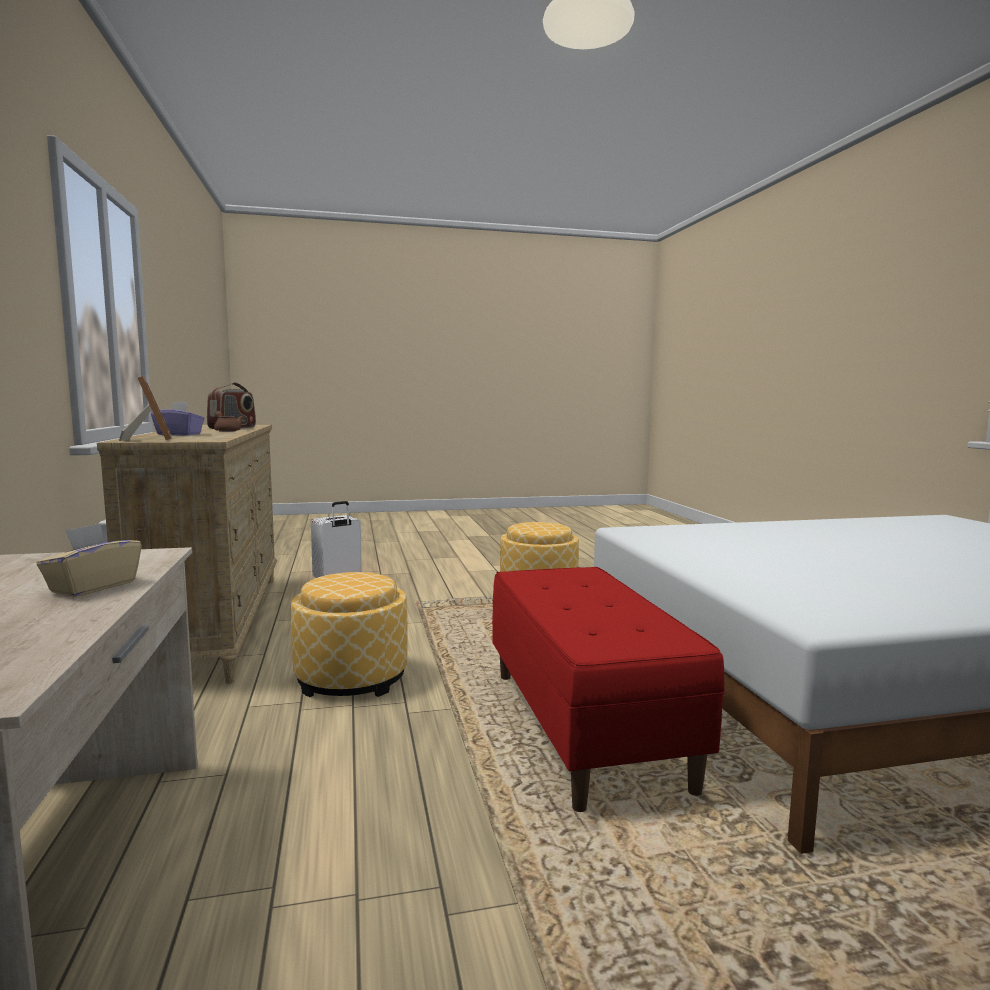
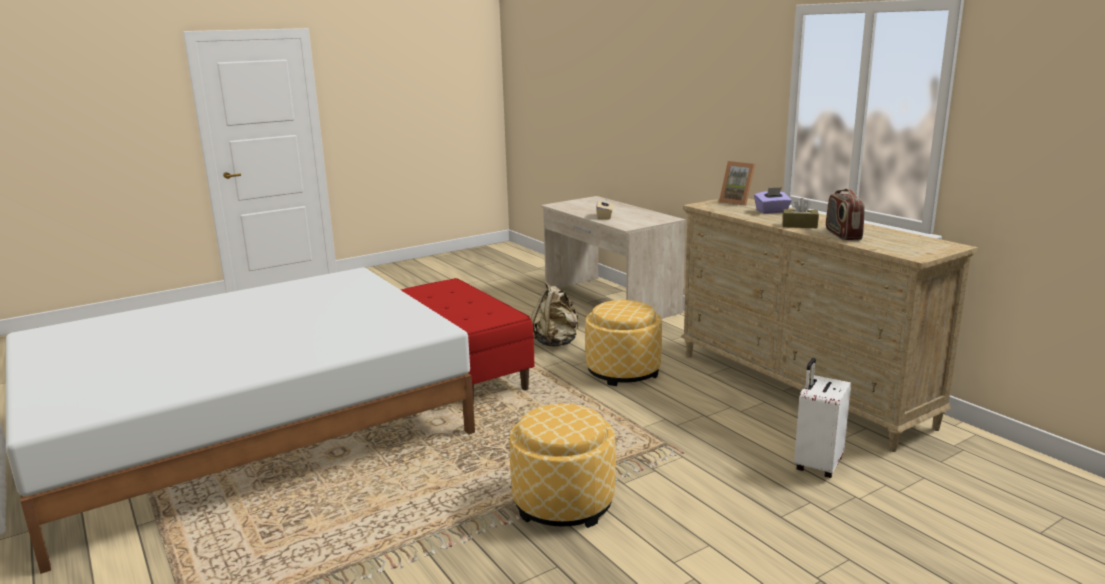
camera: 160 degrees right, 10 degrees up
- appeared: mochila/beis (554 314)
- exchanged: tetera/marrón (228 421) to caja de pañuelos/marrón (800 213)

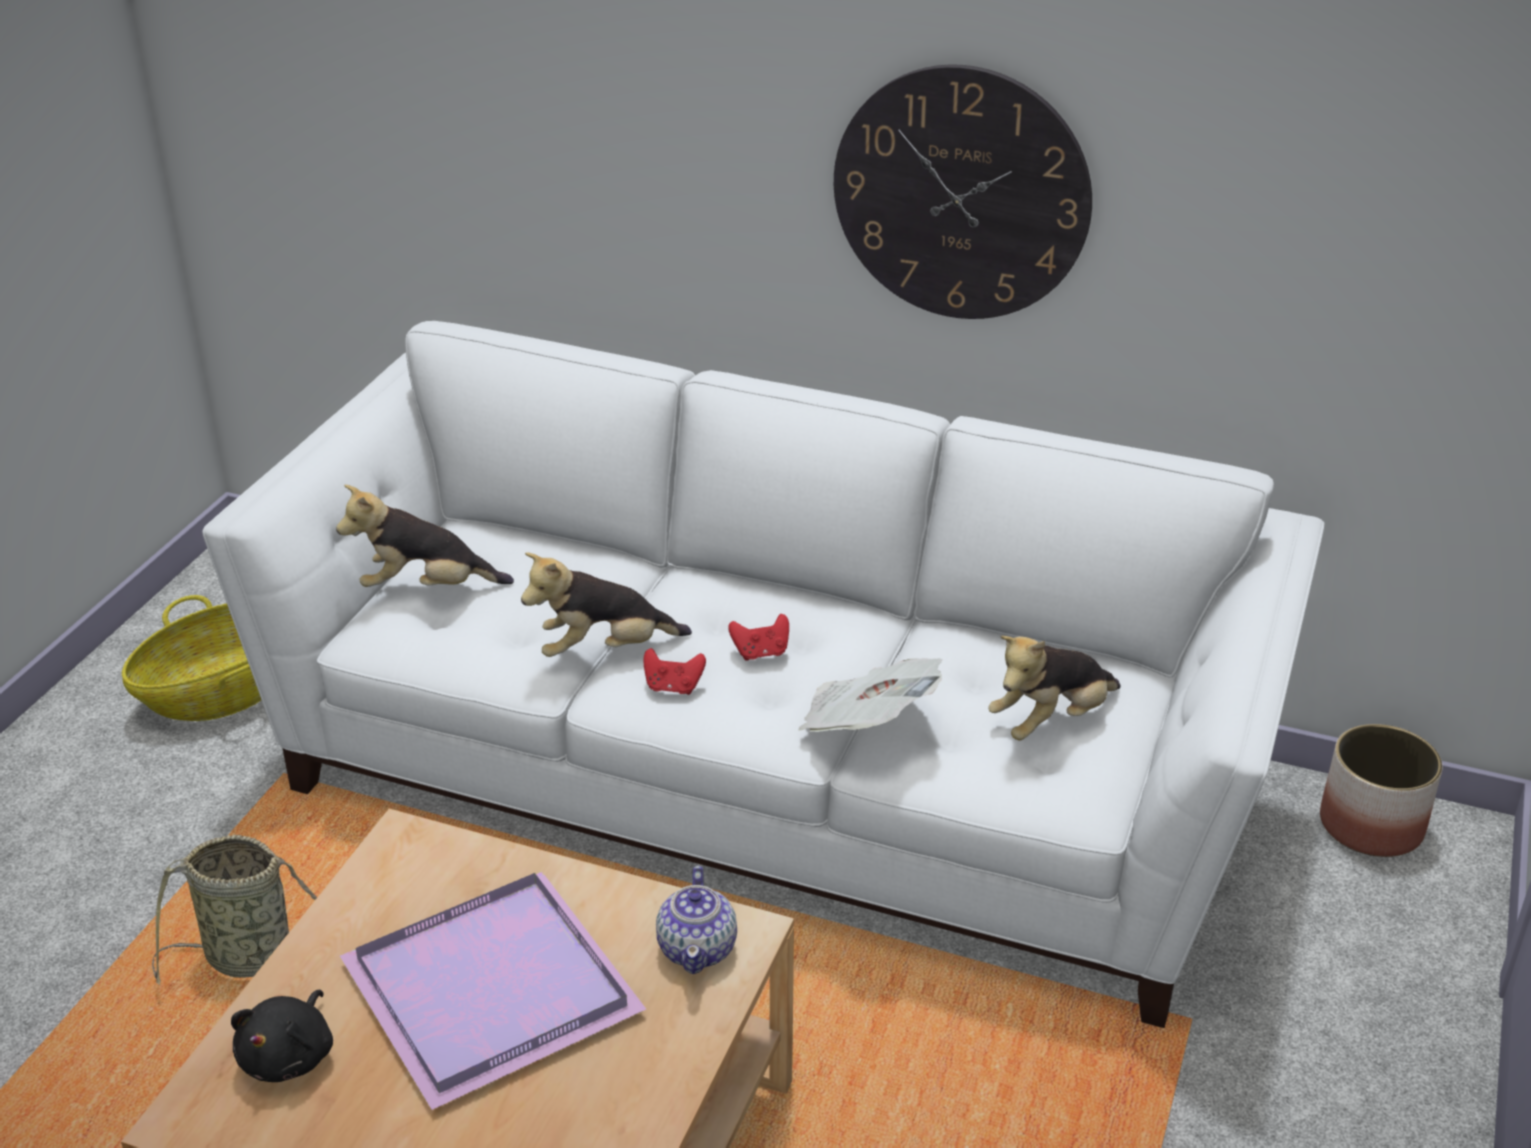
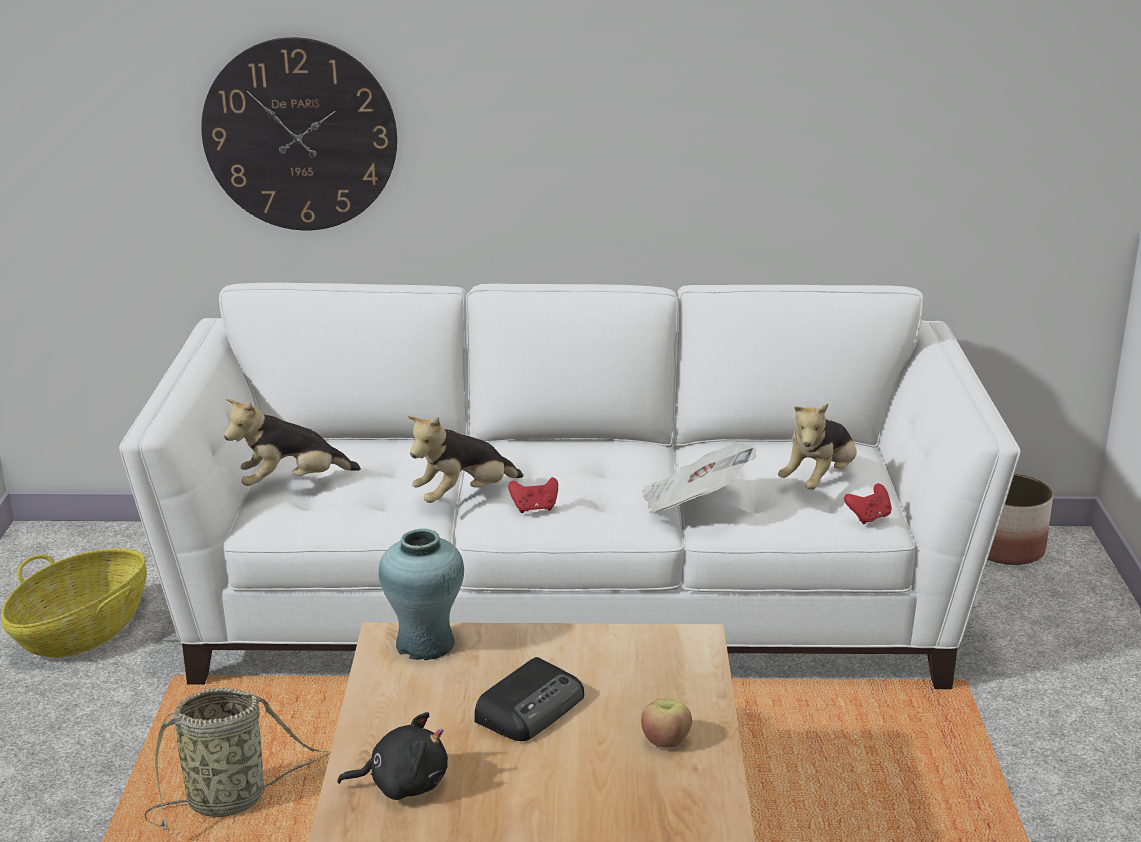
camera: 20 degrees left, 10 degrees down
- relocated: reloj de pared (963 191) to (299 133)
- spun: peluche/negro (282 1036) = (392 756) 90 degrees counterclockwise
- appeared: florero/turquesa (421 594)
- exchanged: bandeja/morado (493 990) to radio (529 699)
- appeared: manzana (666 723)
- relocated: mando de consola/rojo (758 637) to (868 503)
- missing: tetera (696 920)

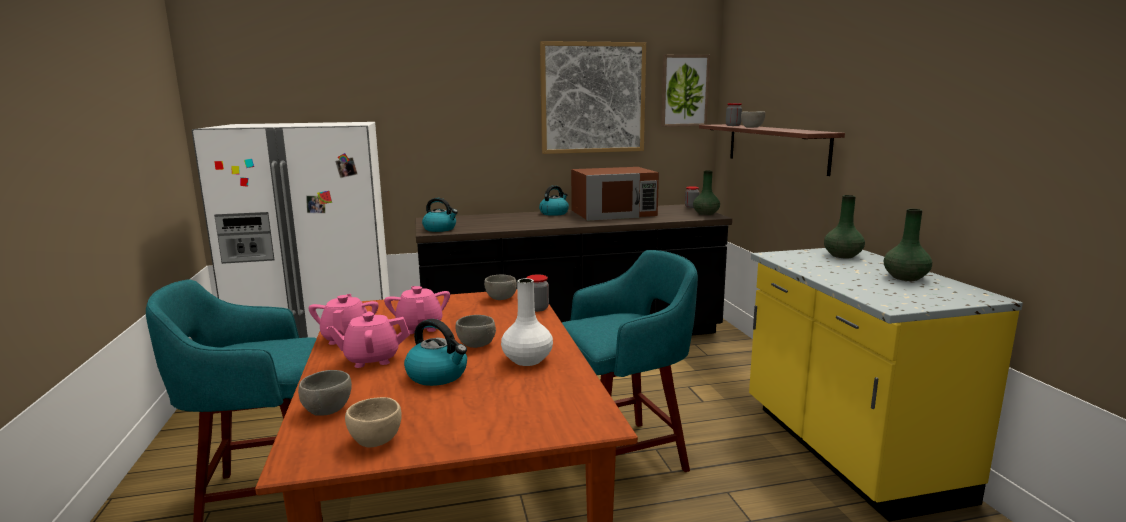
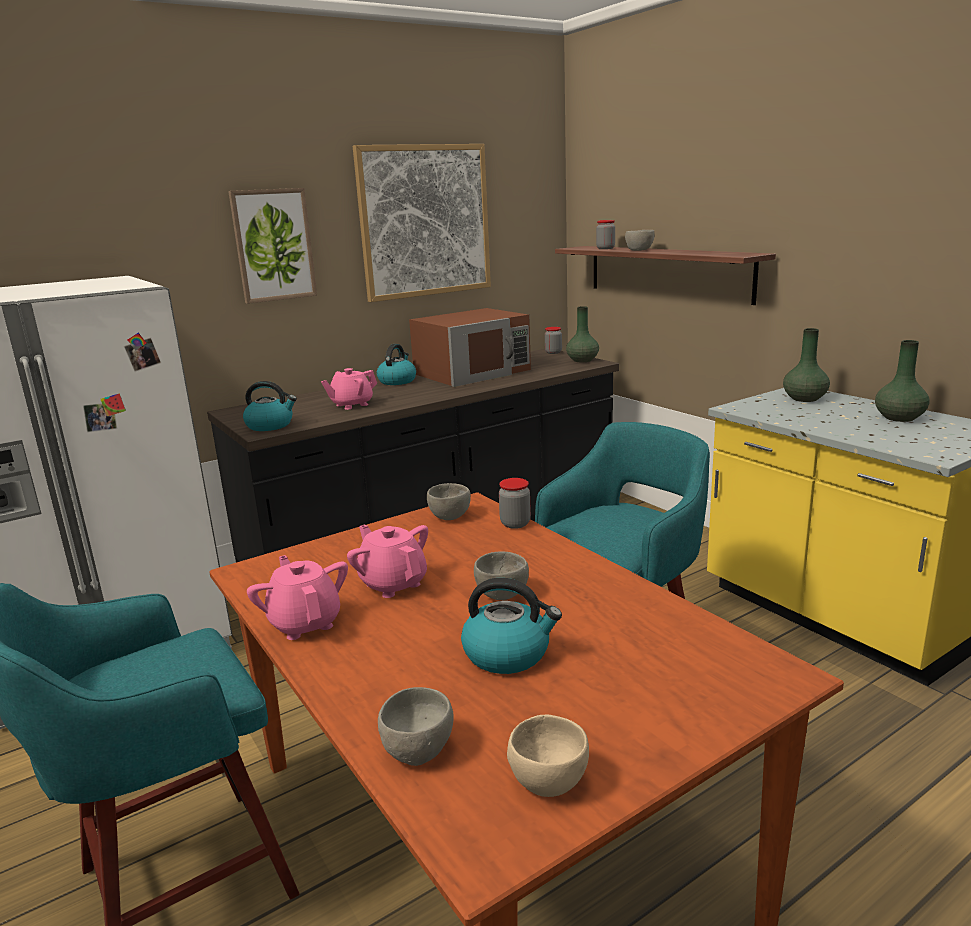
camera: 20 degrees left, 5 degrees up
- relocated: cuadro (685 91) to (272 246)
- relocated: tetera/rosa (368 339) to (349 389)
- missing: florero/blanco (527 322)

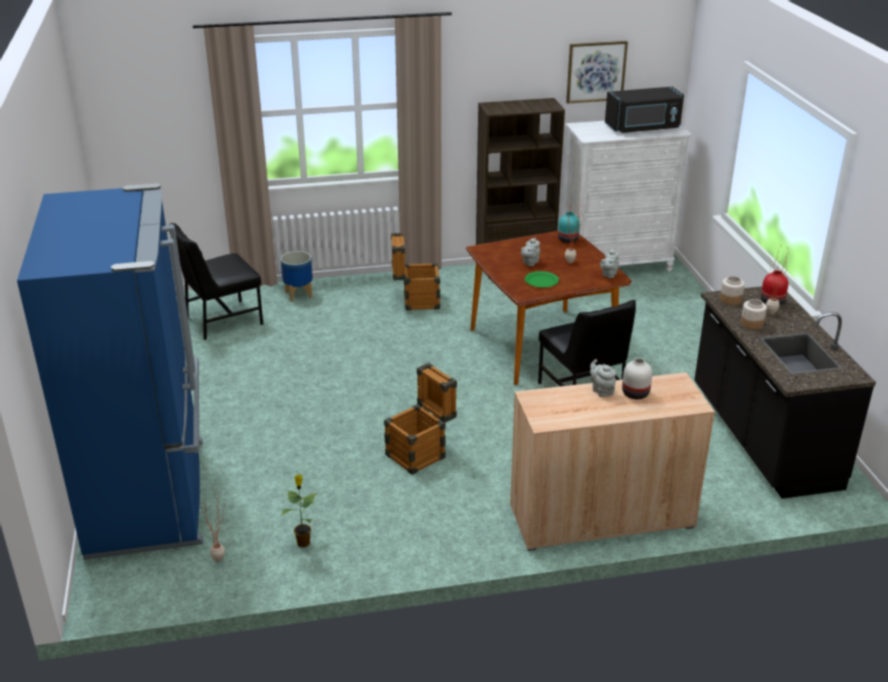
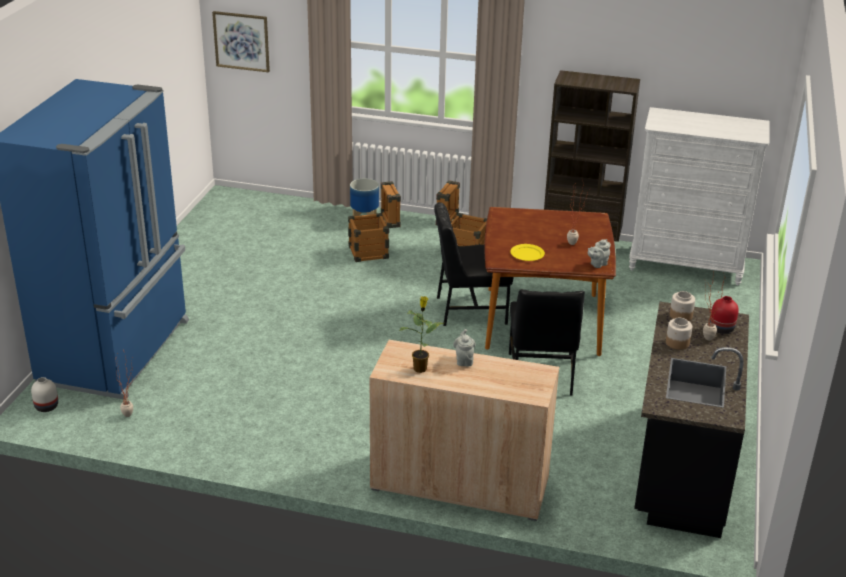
camera: 25 degrees right, 0 degrees up
- relocated: florero/blanco (637 378) to (44 394)
- relocated: cuadro (597 72) to (241 41)
- relocated: caja de embalaje (420 419) to (374 221)
- relocated: planta en maceta (299 511) to (421 334)
- relocated: silla/negro (216 281) to (473 264)
- colour: plato/verde (542 279) to plato/amarillo (527 252)
- missing: tetera/gris (530 251)
- missing: florero/turquesa (569 227)
- missing: microondas/negro (644 109)

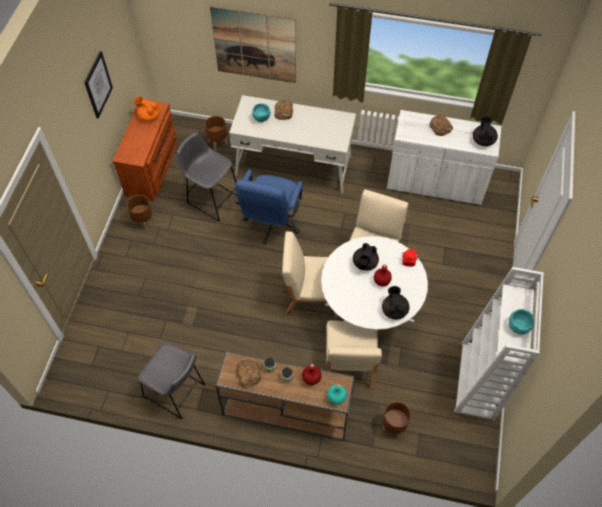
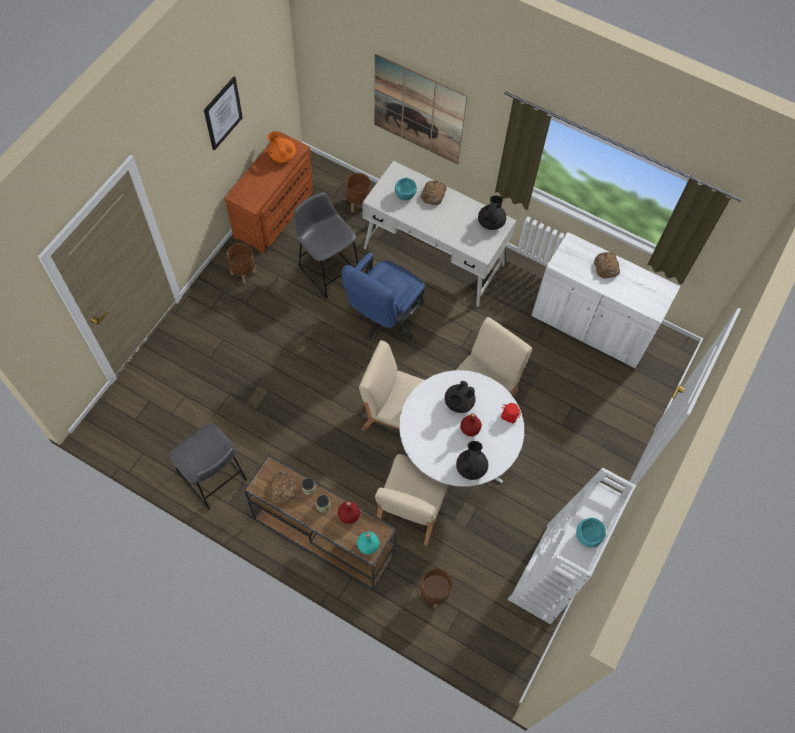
camera: 15 degrees right, 5 degrees up
- relocated: tetera/negro (485 131) to (492 213)

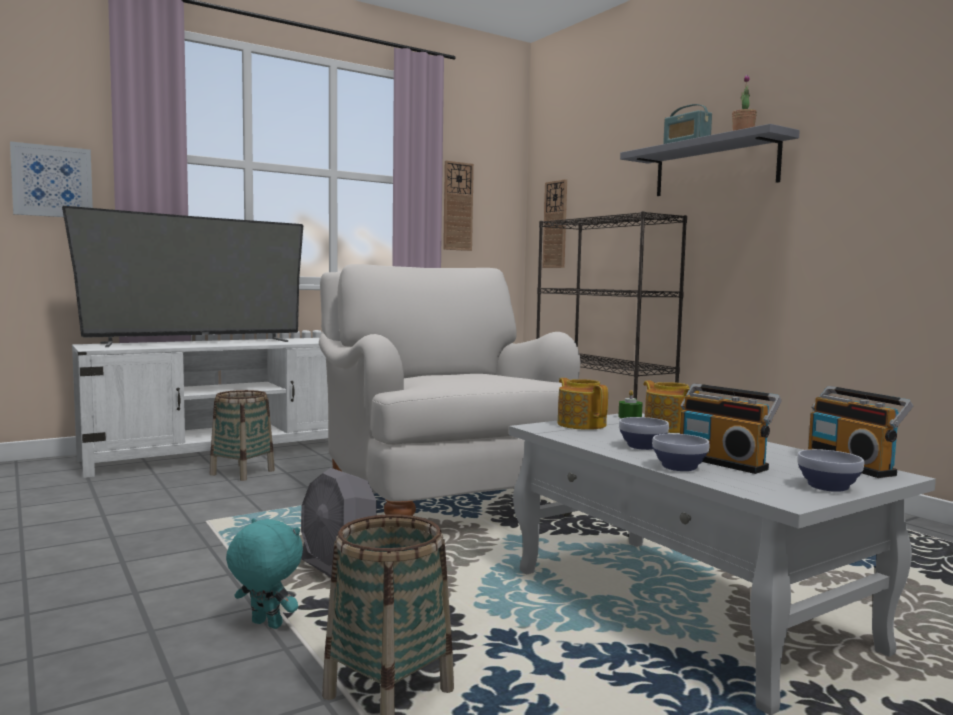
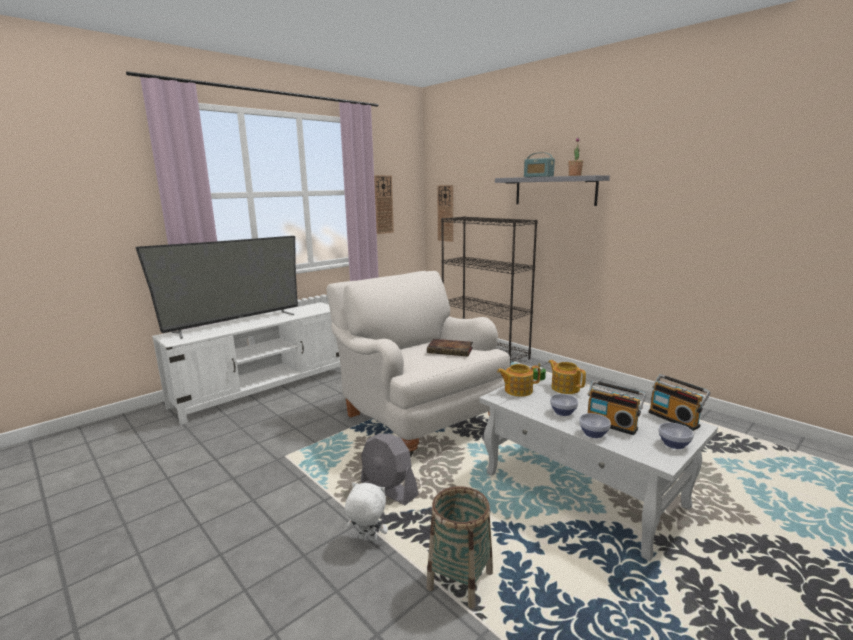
camera: 10 degrees left, 10 degrees up
- colour: peluche/turquesa (264 573) to peluche/blanco (366 512)
- appeared: libro (450 348)
- spun: tetera (582 404) = (518 380) 60 degrees counterclockwise
- missing: cuadro (51 179)
- missing: cesta (242 435)

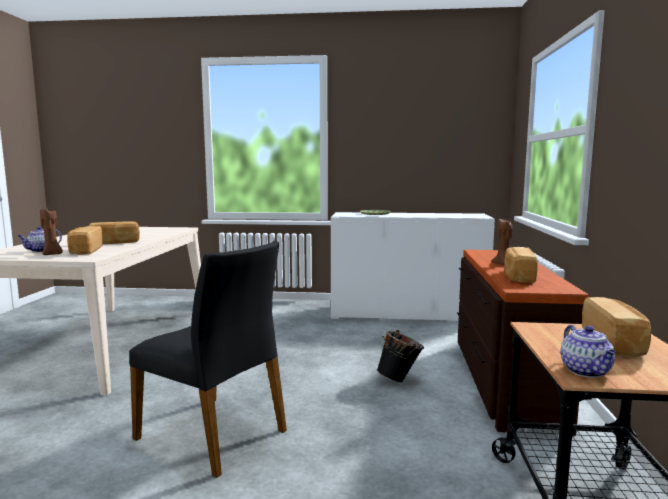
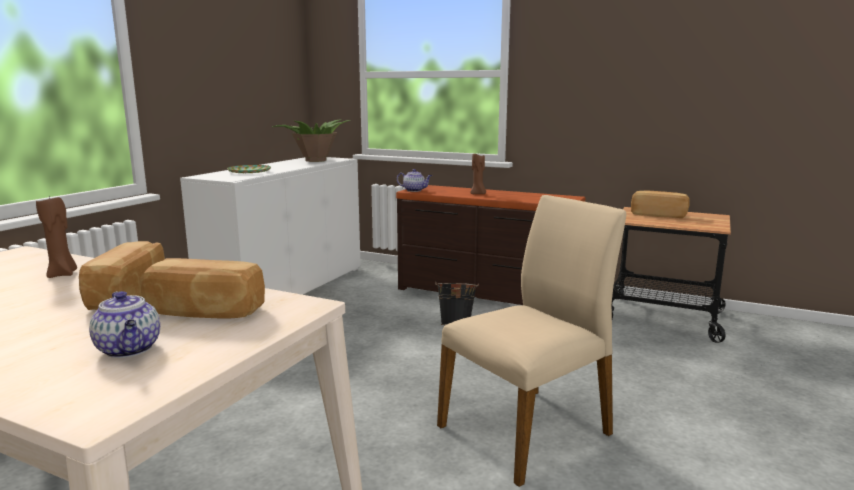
camera: 70 degrees left, 5 degrees up
- relocated: vela/marrón (51 232) to (56 237)
- appeared: planta en maceta (311 140)
- relocated: tetera (588 351) to (414 180)
- colour: silla/negro (208 359) to silla/beis (531 341)
- missing: pan (521 265)

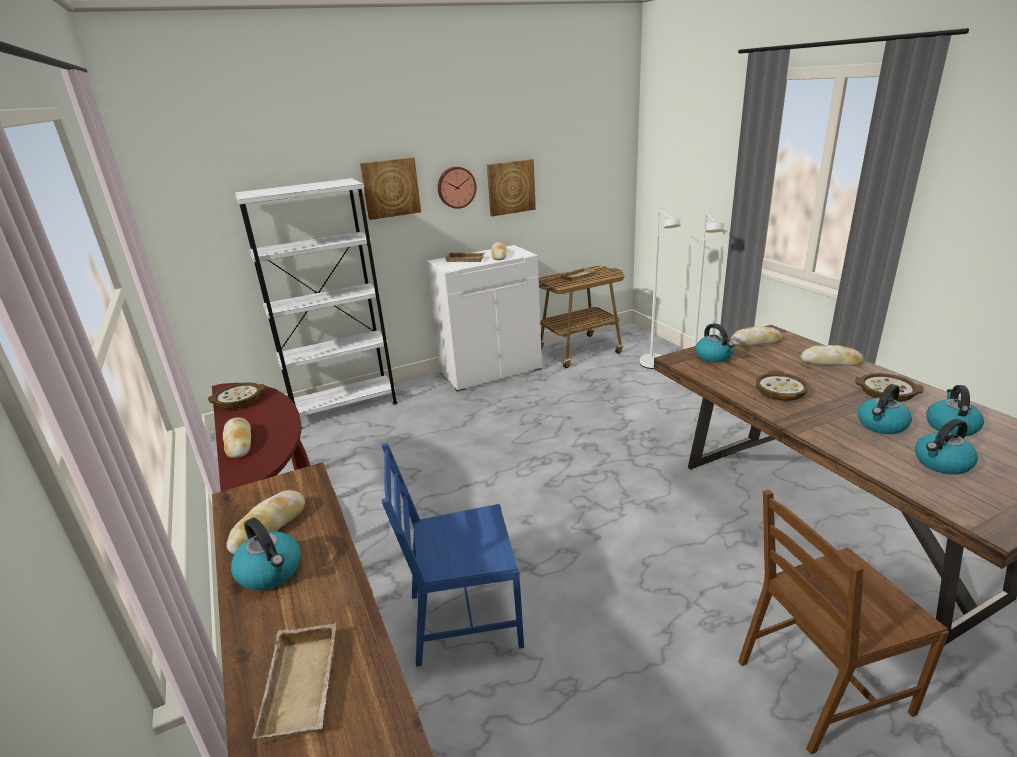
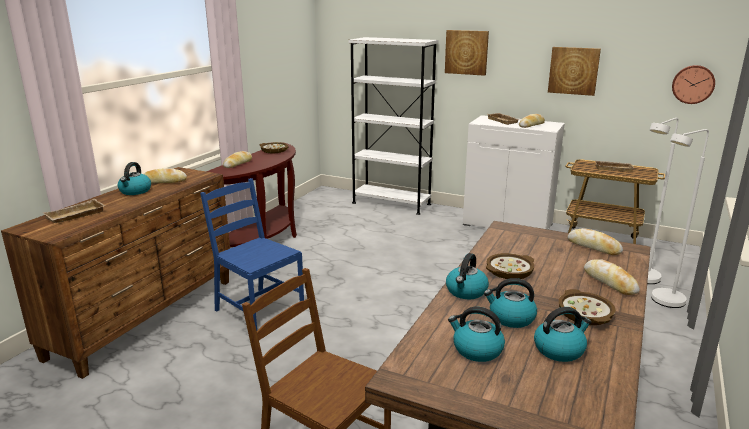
camera: 50 degrees right, 5 degrees down
- relocated: hervidor (715 342) to (467 276)
- relocated: reloj de pared (457 188) to (693 84)

